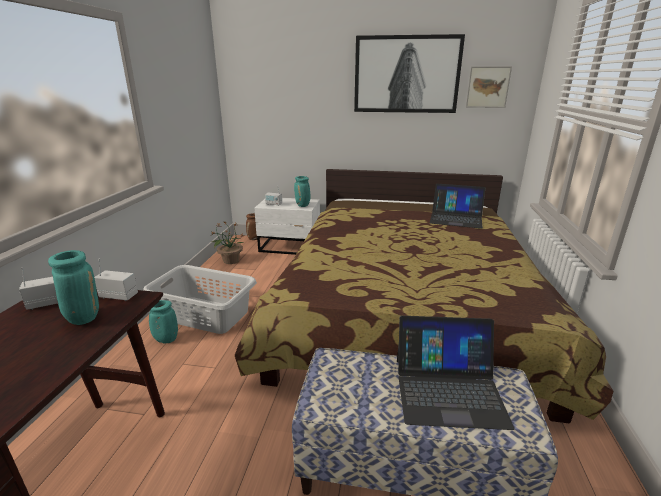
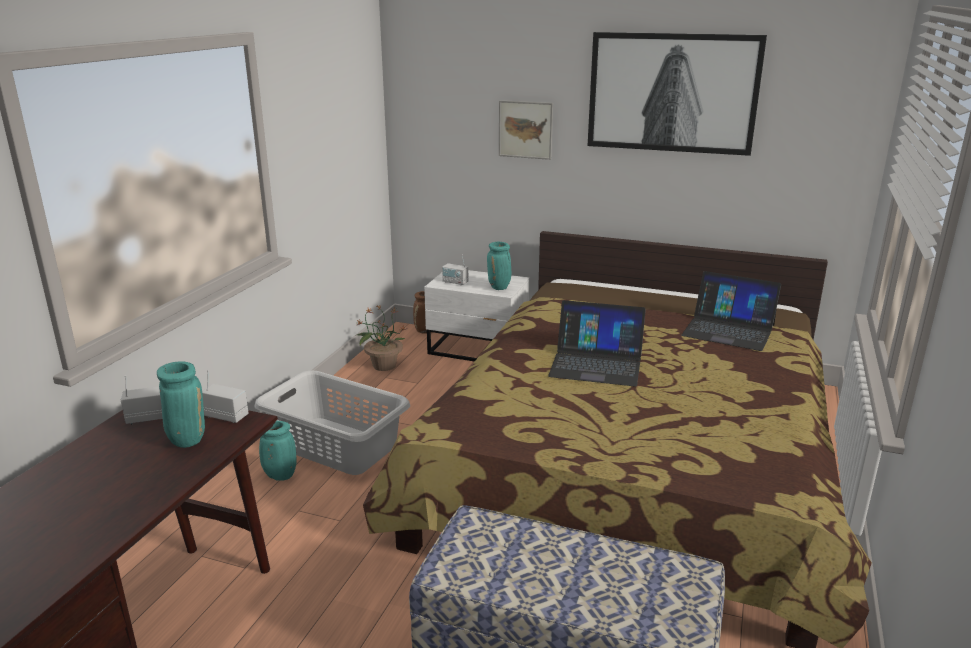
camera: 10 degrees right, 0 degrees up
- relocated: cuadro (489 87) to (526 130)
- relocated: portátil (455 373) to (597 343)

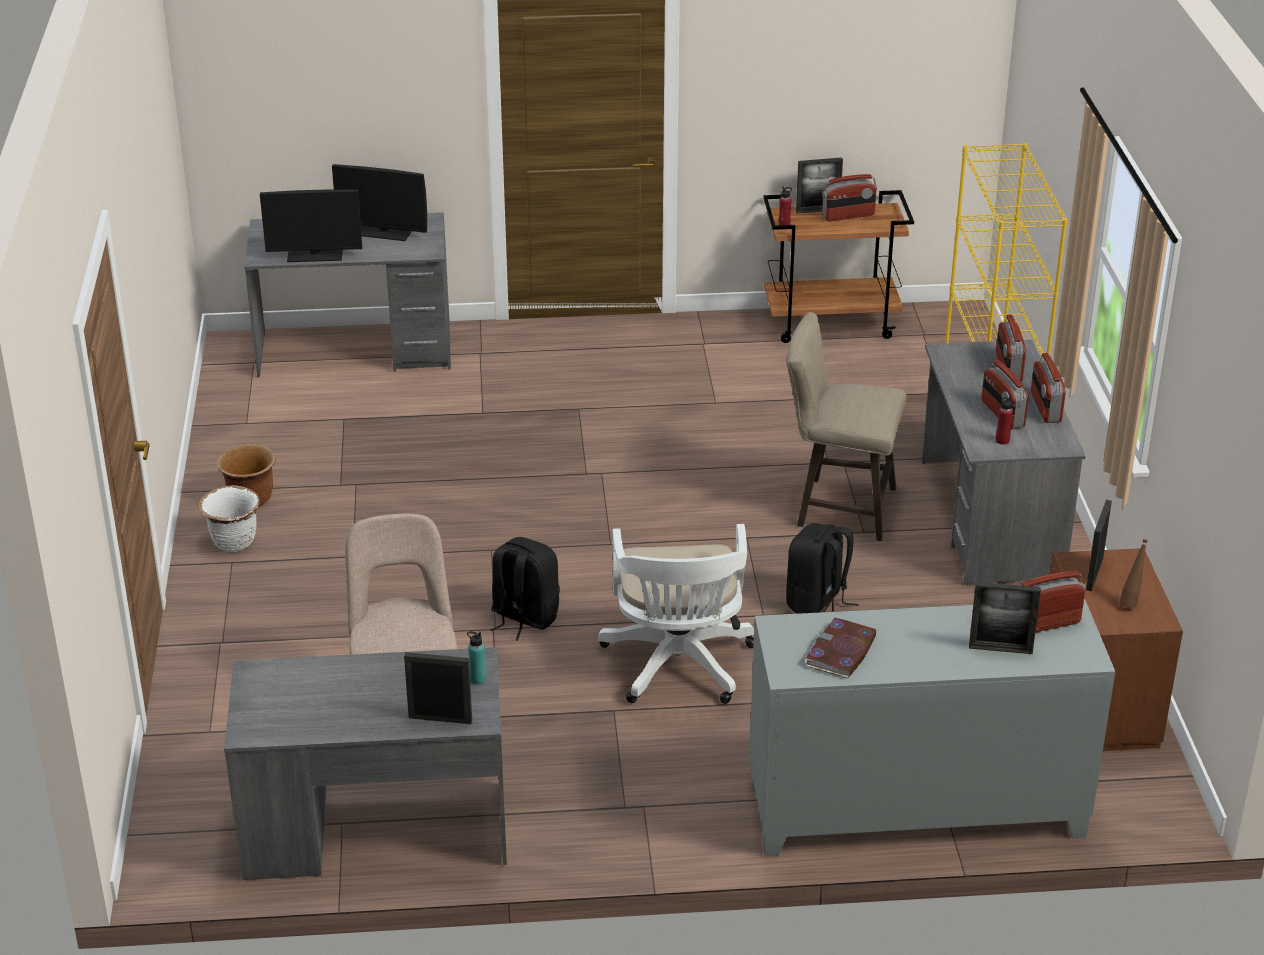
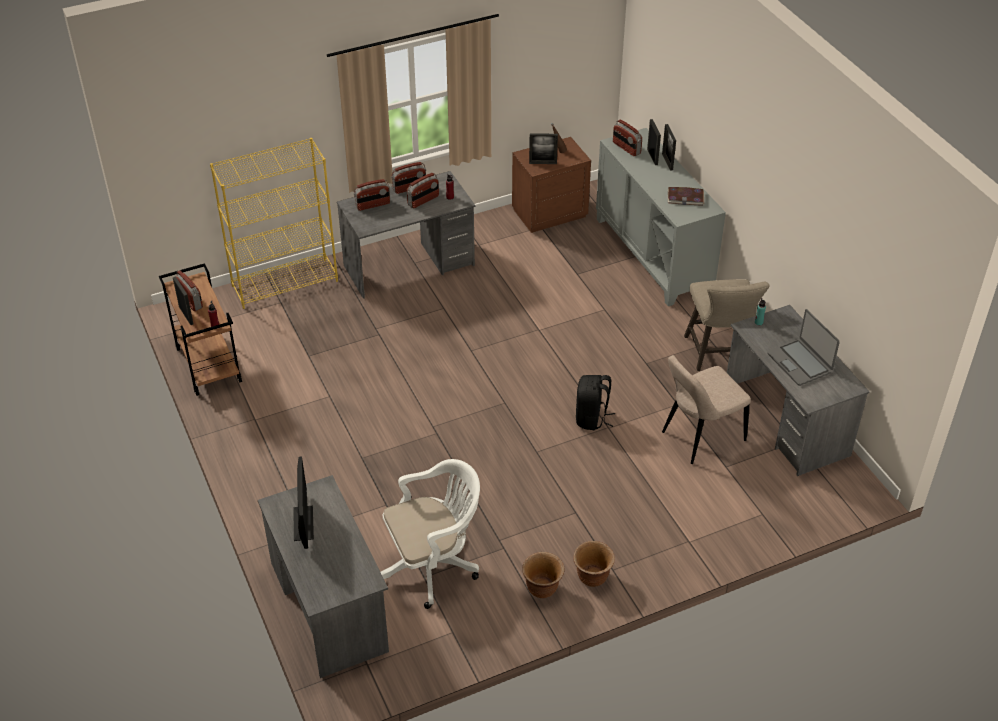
camera: 110 degrees left, 10 degrees up
- relocated: silla de oficina/blanco (676 614) to (430 534)
- colour: maceta/blanco (229 518) to maceta/marrón (594 564)
- relocated: portarretratos (438 688) to (669 147)
- relocated: taburete/beis (846 426) to (727 325)
- appeared: portátil (803 347)
- missing: monitor (311 226)
- missing: mochila/negro (822 568)

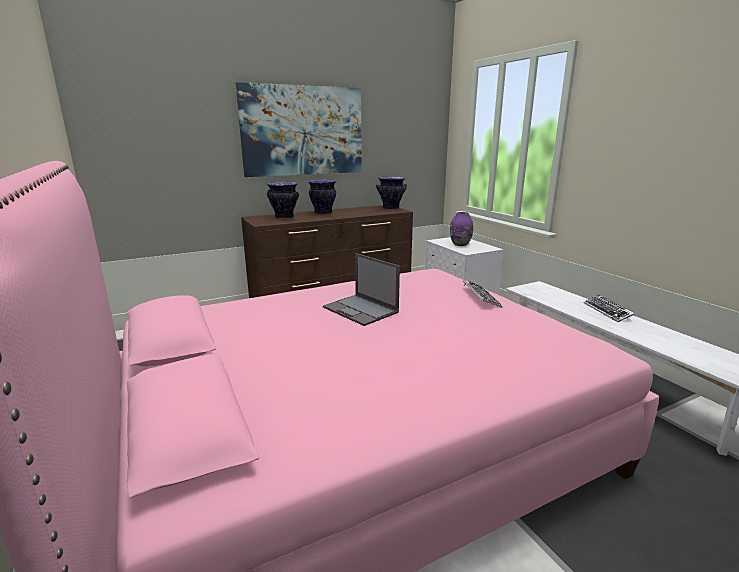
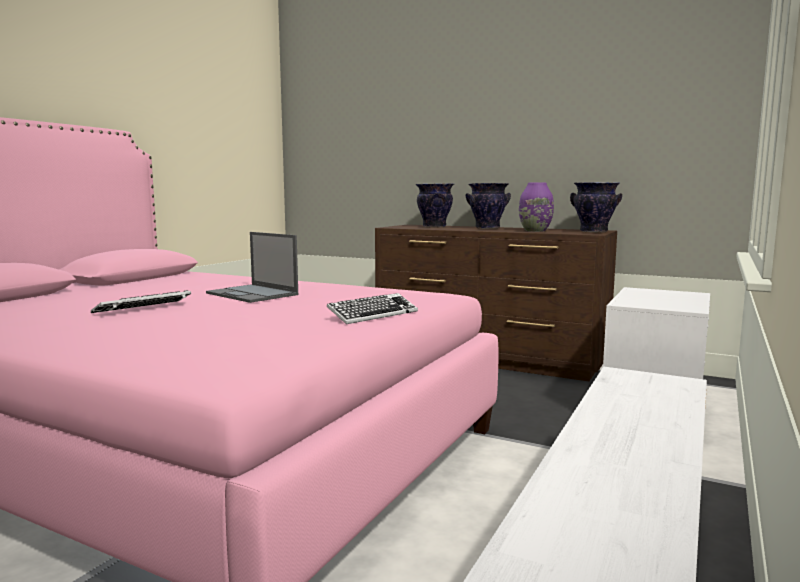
camera: 55 degrees right, 10 degrees down
- relocated: teclado (609 308) to (141 301)
- spun: portátil (361 289) = (252 267) 60 degrees counterclockwise
- relocated: florero/morado (461 229) to (536 207)
- missing: cuadro (299 129)

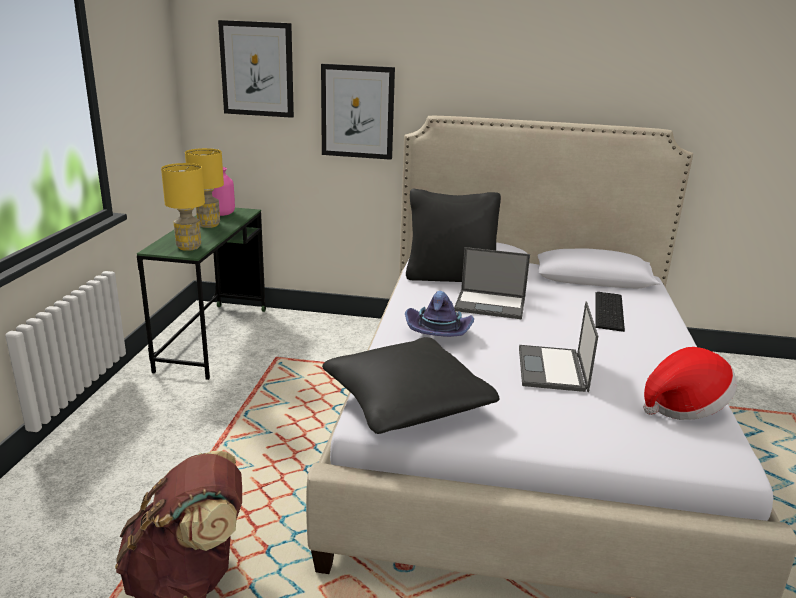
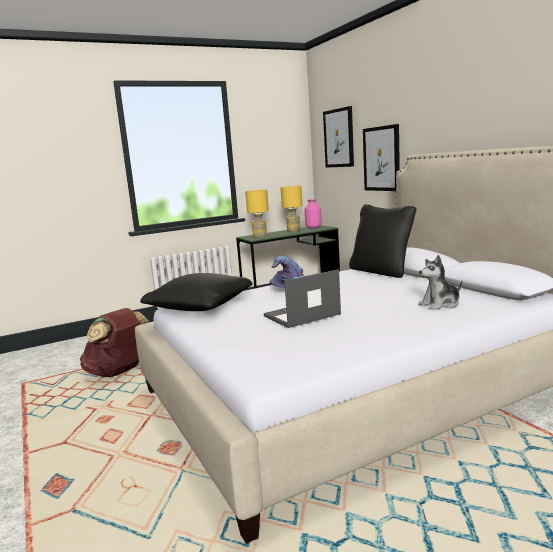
camera: 55 degrees right, 10 degrees down
- exchanged: teclado (610 312) to peluche (440 282)
- missing: portátil (492 283)
- missing: sombrero (690 383)

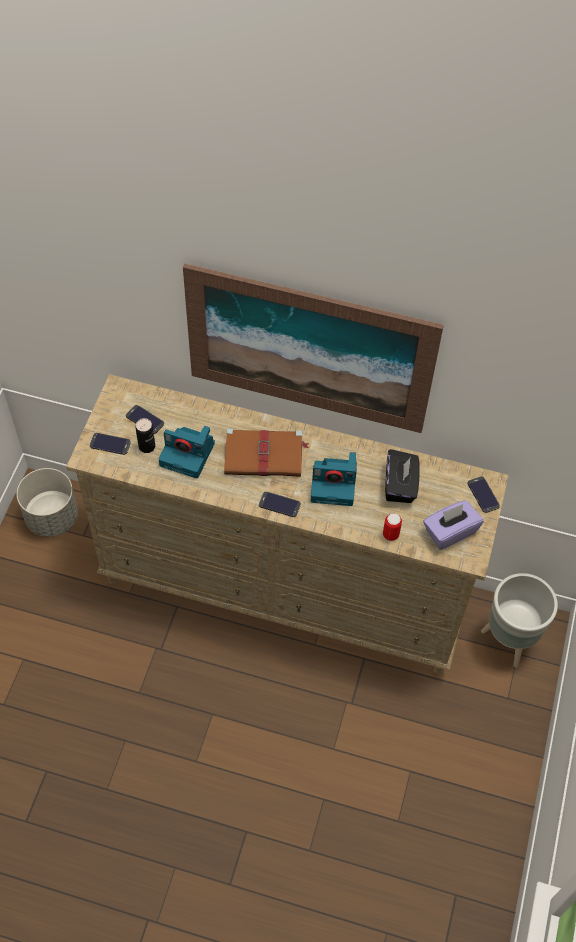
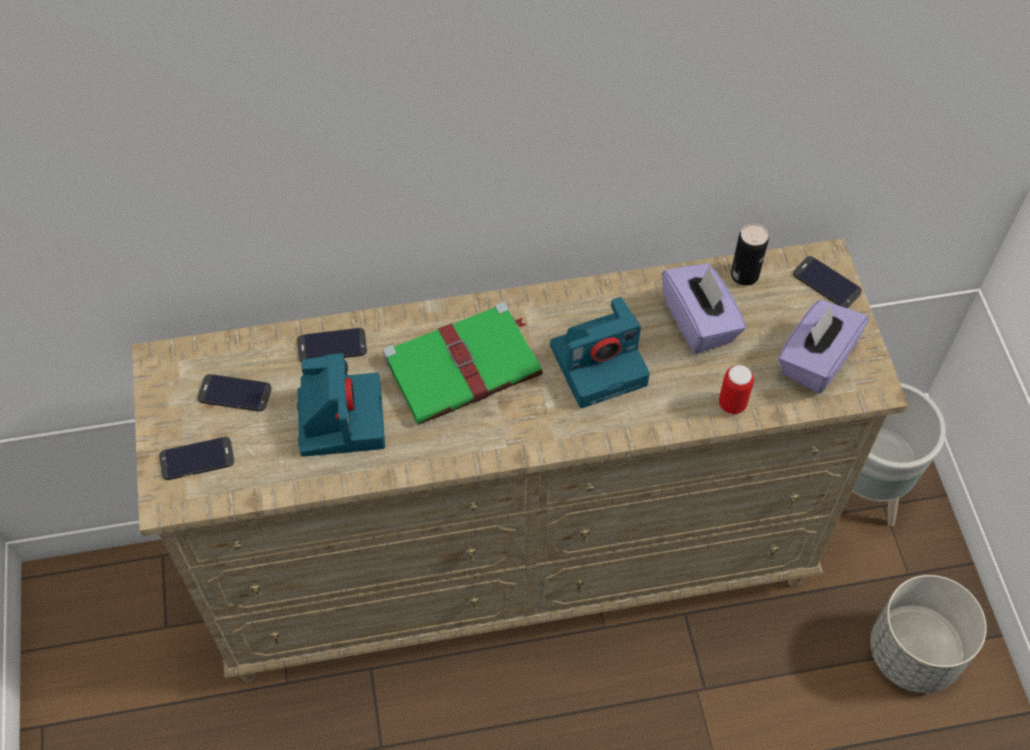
camera: 25 degrees left, 0 degrees up
- relocated: móvil (280 504) to (332 345)
- spun: cámara (187 452) = (341 405) 90 degrees counterclockwise
- colour: libro/marrón (266 452) to libro/verde (463 363)
- colour: caja de pañuelos/negro (402 476) to caja de pañuelos/morado (704 308)
- relocated: lata (145 435) to (750 254)
- relocated: maceta/gris (47 502) to (928 634)
- missing: cuadro (313 348)

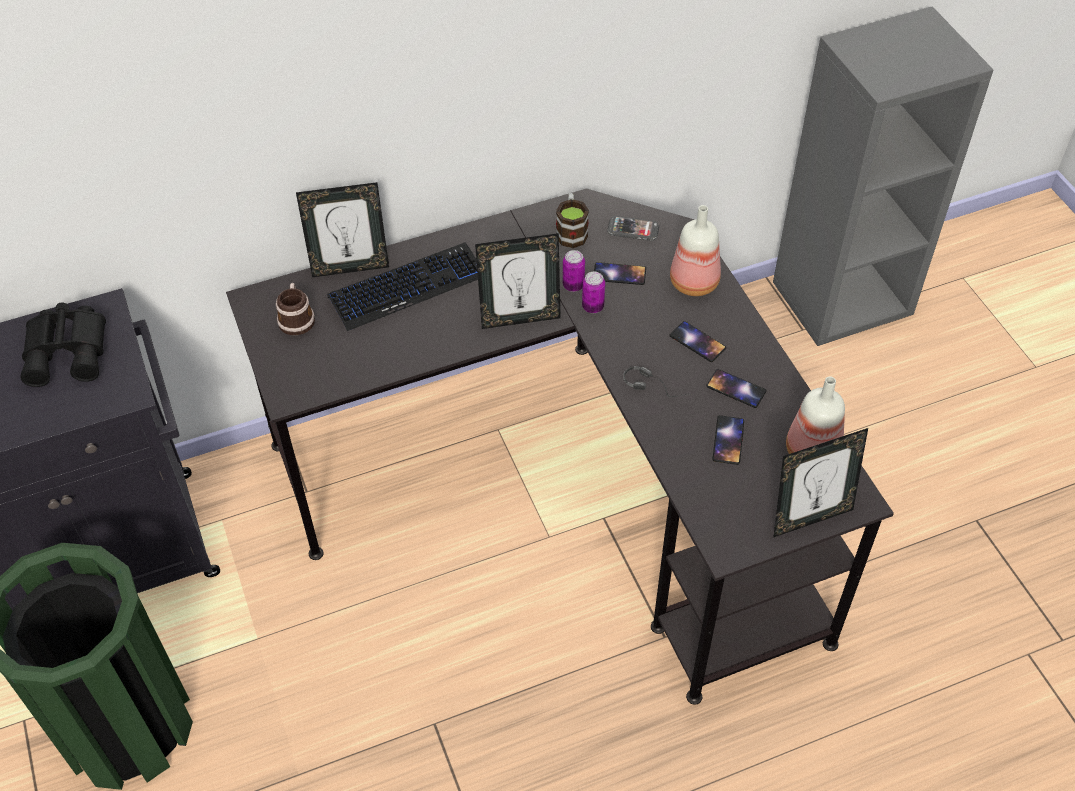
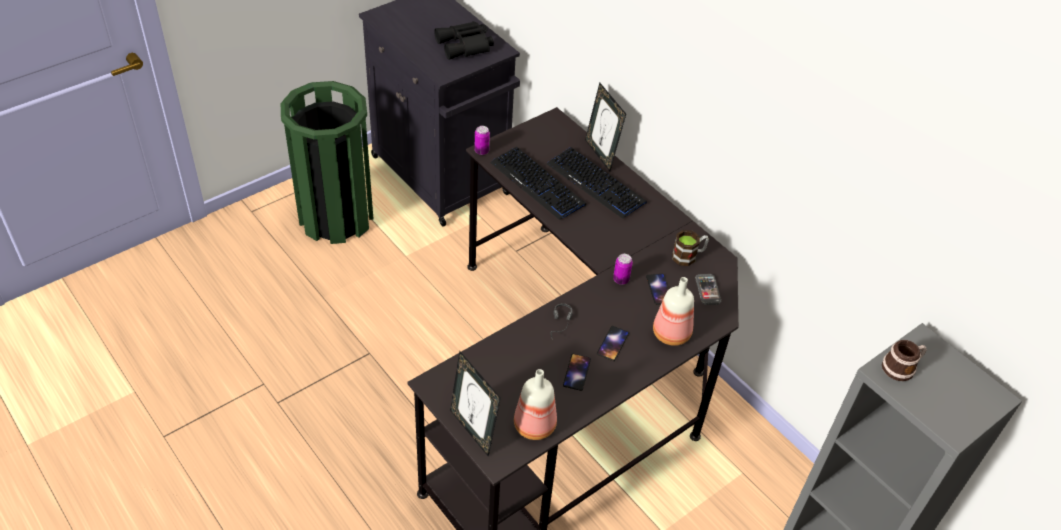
camera: 70 degrees right, 5 degrees down
- relocated: lata (574 271) to (482 140)
- appeared: teclado (538 183)
- relocated: taza grande (295 309) to (904 360)
- missing: portarretratos (518 281)
- missing: móvil (728 440)

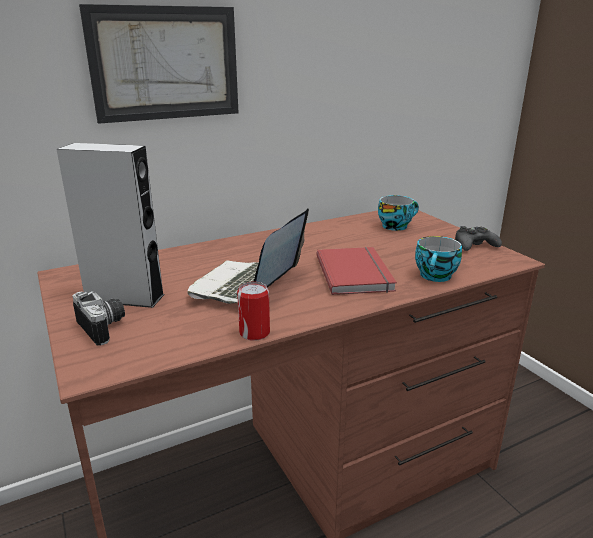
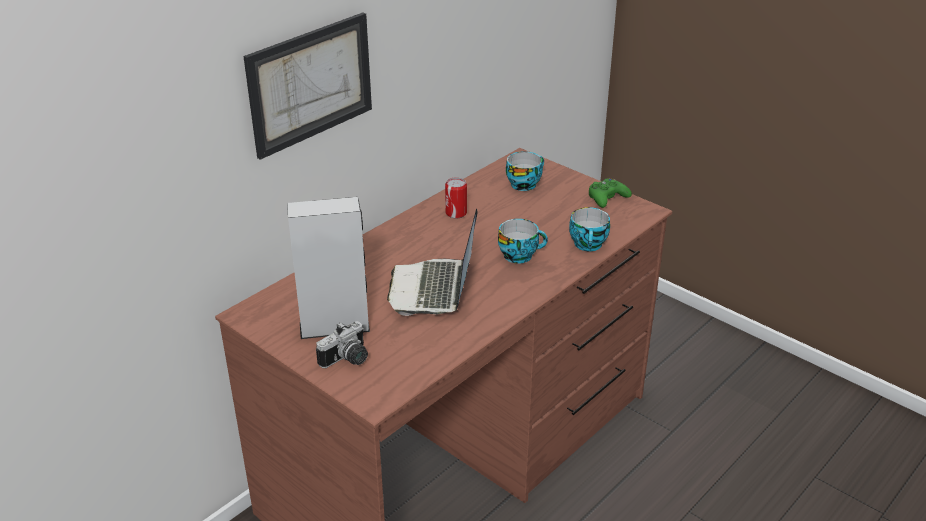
camera: 20 degrees left, 10 degrees up
- spun: cámara (99 318) = (342 344) 105 degrees clockwise
- relocated: lata (253 311) to (456 197)
- exchanged: libro/rojo (357 271) to taza (523 241)
- colour: mando de consola/negro (478 238) to mando de consola/verde (610 193)

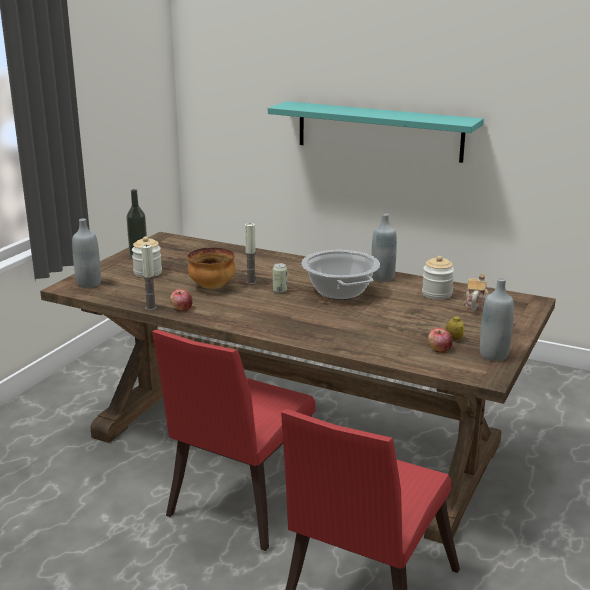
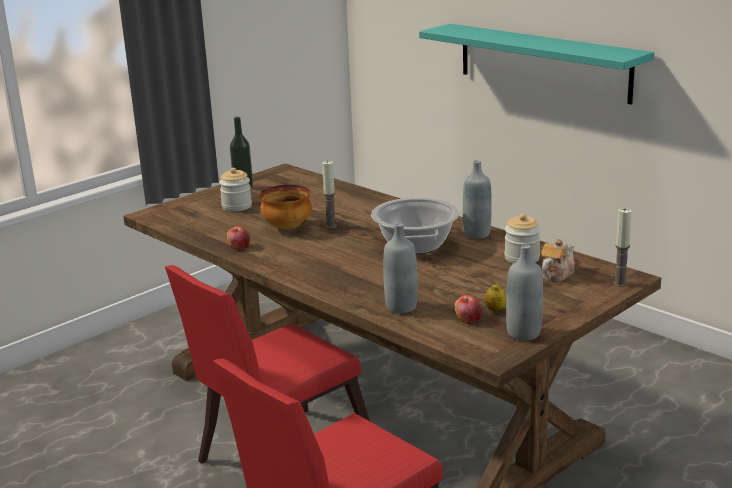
camera: 20 degrees right, 0 degrees up
- relocated: botella/gris (86 253) to (400 268)
- relocated: vela (149 277) to (622 247)
- missing: lata (280 278)

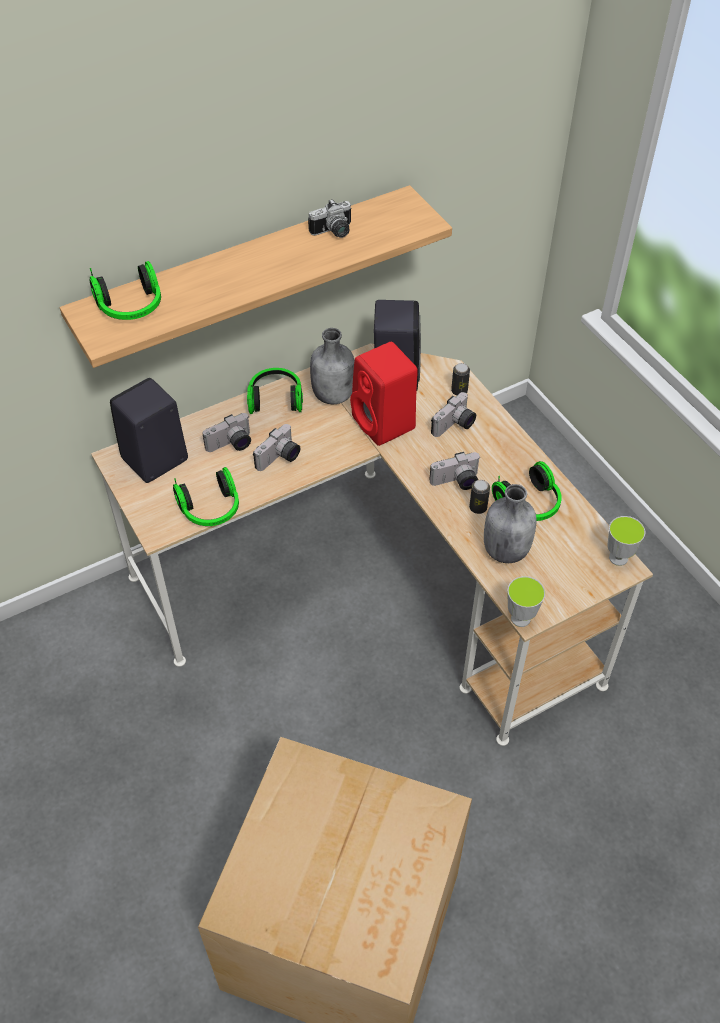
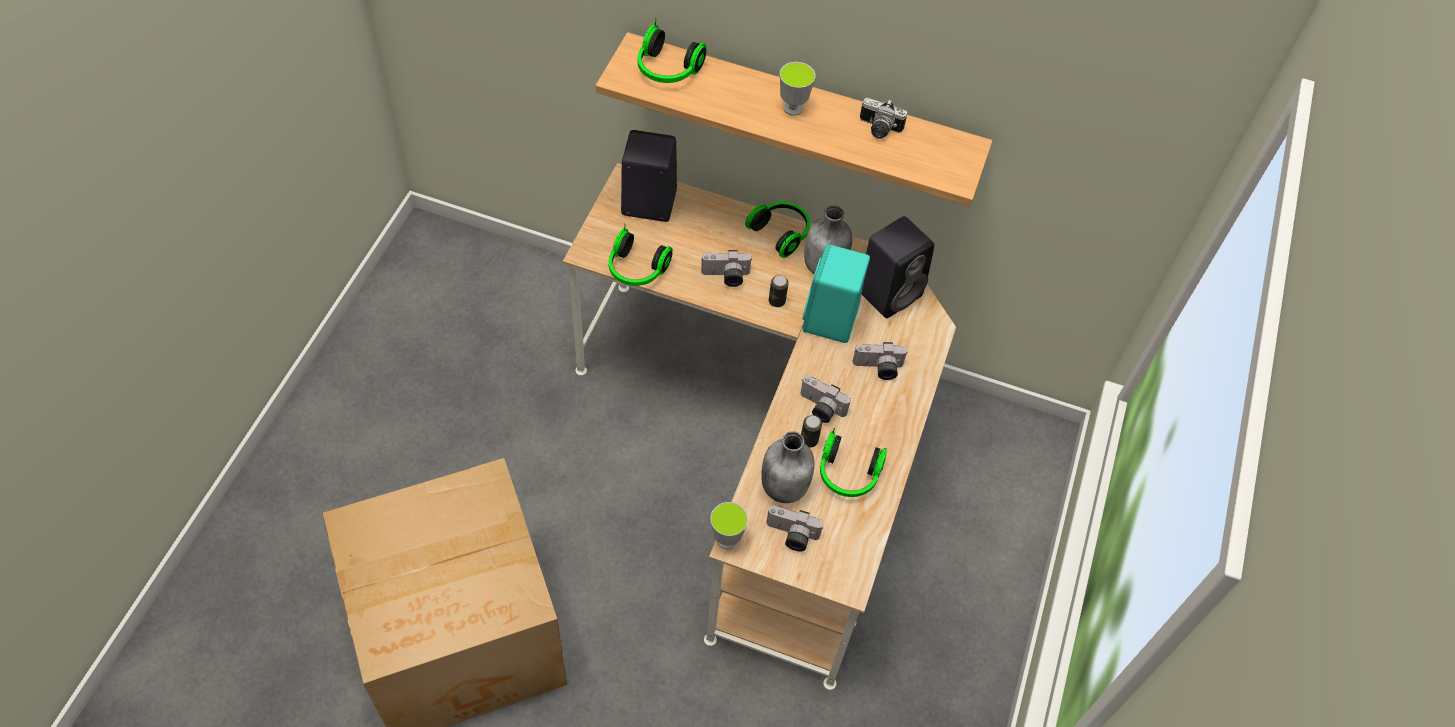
camera: 45 degrees right, 5 degrees up
- relocated: cámara (227 432) to (794 528)
- relocated: lata (460 379) to (778 291)
- relocated: taza (626 541) to (798 89)
- colour: altavoz/rojo (384 394) to altavoz/turquesa (836 293)

